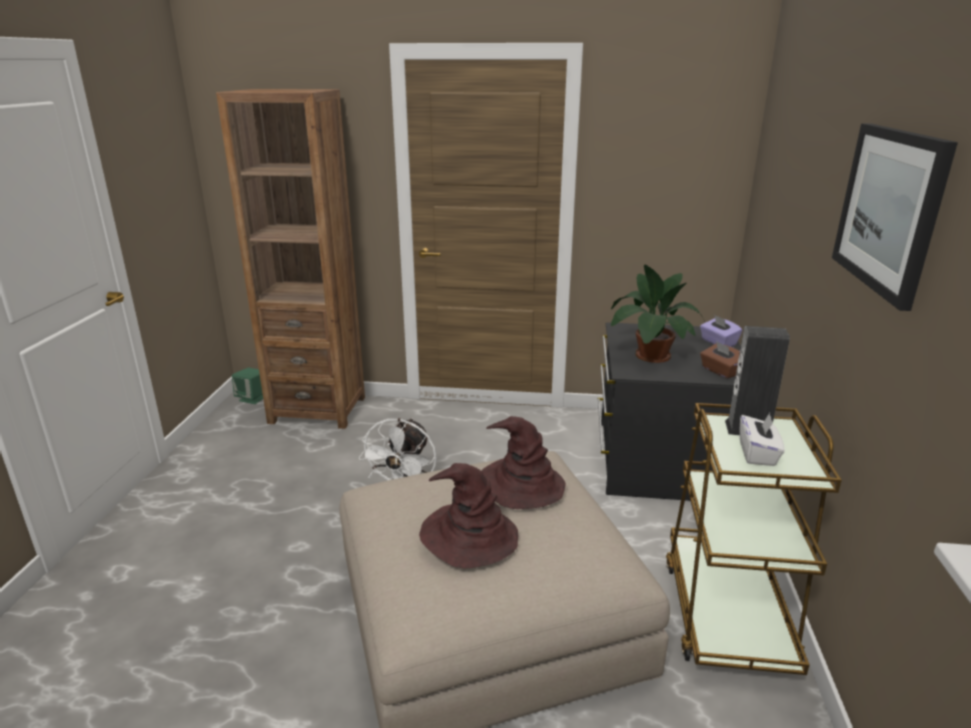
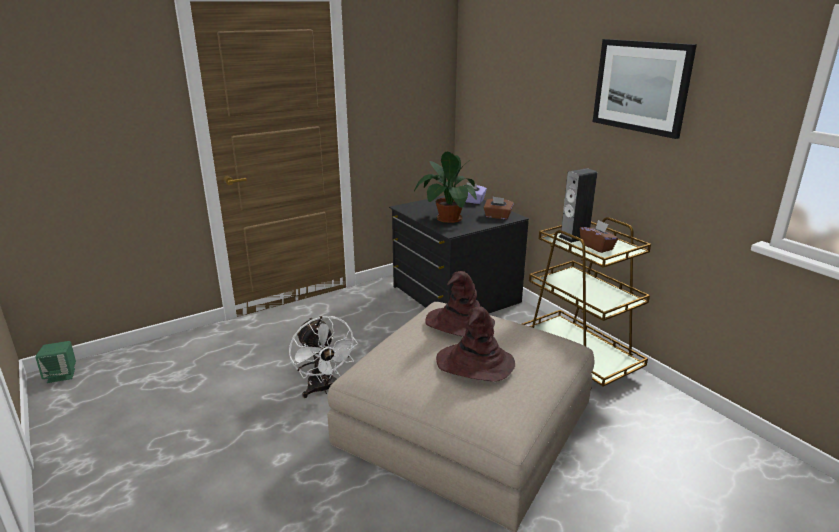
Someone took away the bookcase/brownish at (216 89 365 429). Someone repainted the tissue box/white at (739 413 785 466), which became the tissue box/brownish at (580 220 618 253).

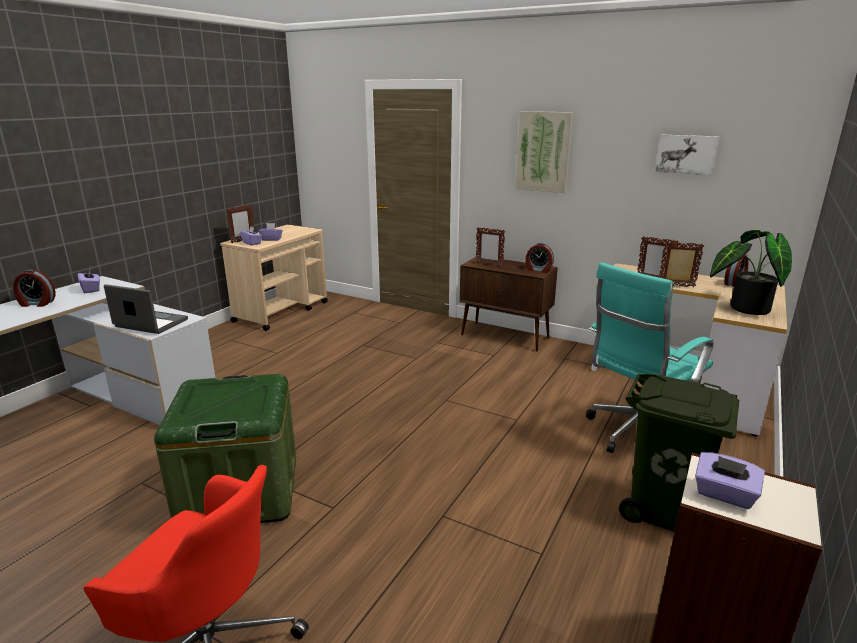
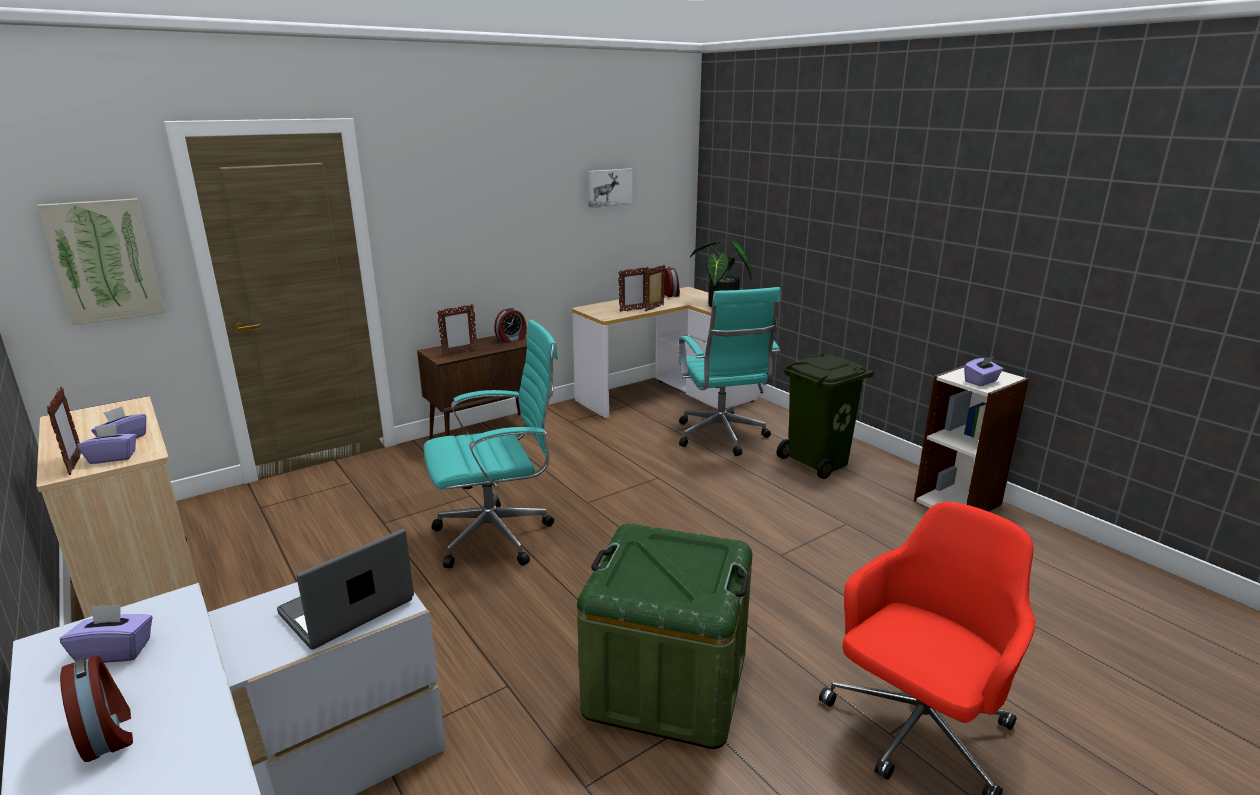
Someone carried the picture from (516 111 573 193) to (37 198 165 325). Someone rotated the table clock at (13 270 55 307) by 60 degrees counterclockwise. Someone put down the office chair/turquoise-coloured at (424 320 558 568).

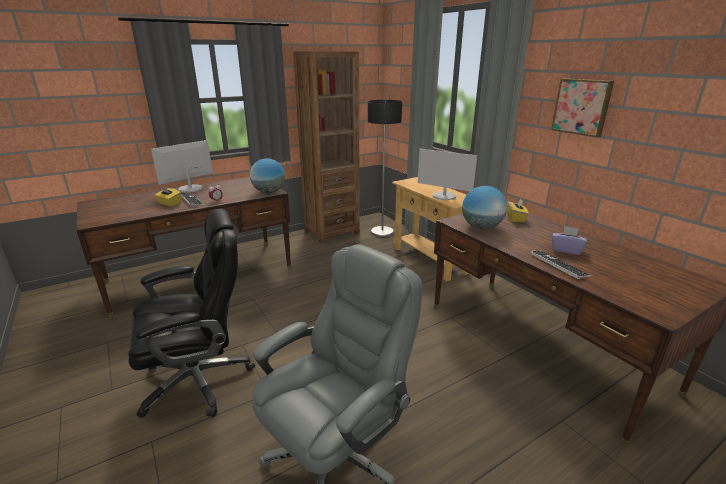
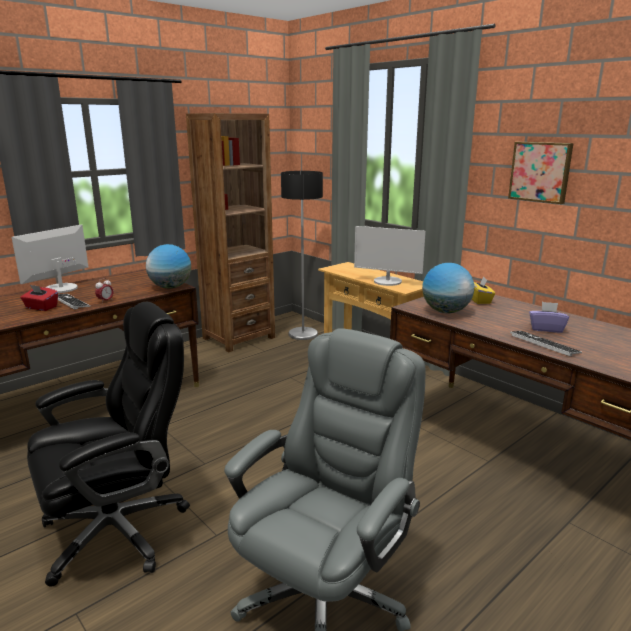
Someone repainted the tissue box/yellow at (154 186 181 207), which became the tissue box/reddish at (21 285 58 311).

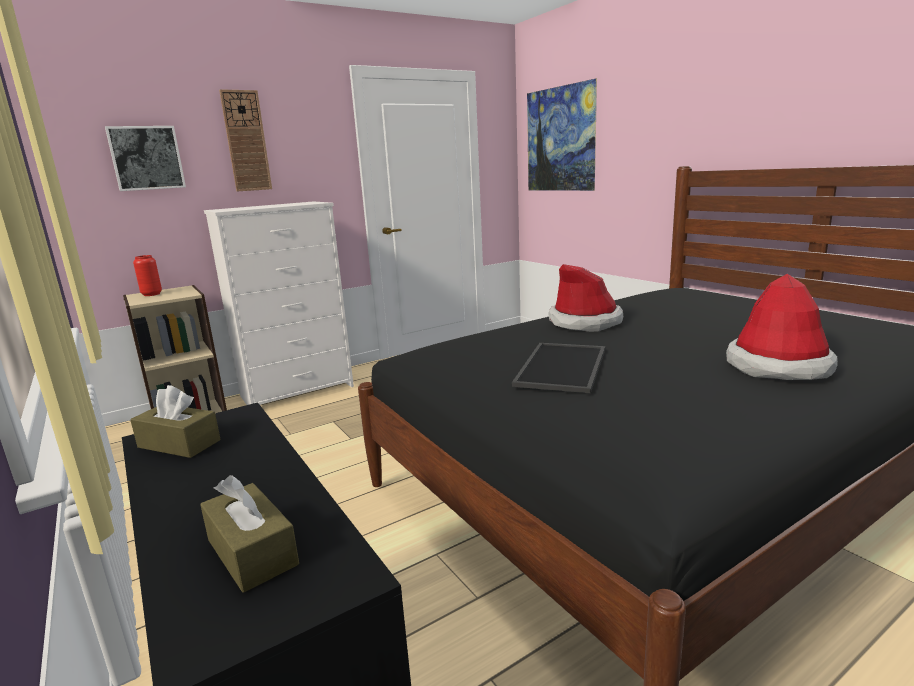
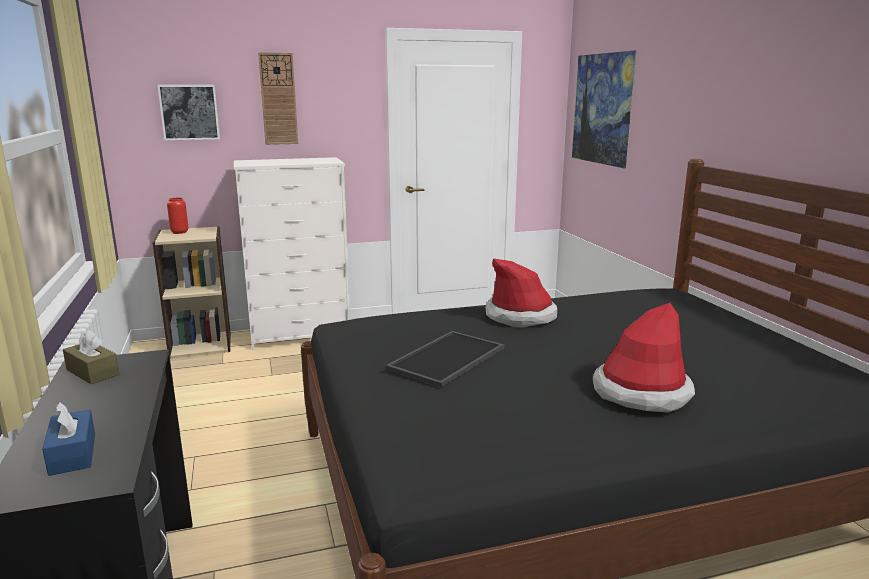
Someone repainted the tissue box/brownish at (200 475 299 593), which became the tissue box/blue at (42 402 95 476).

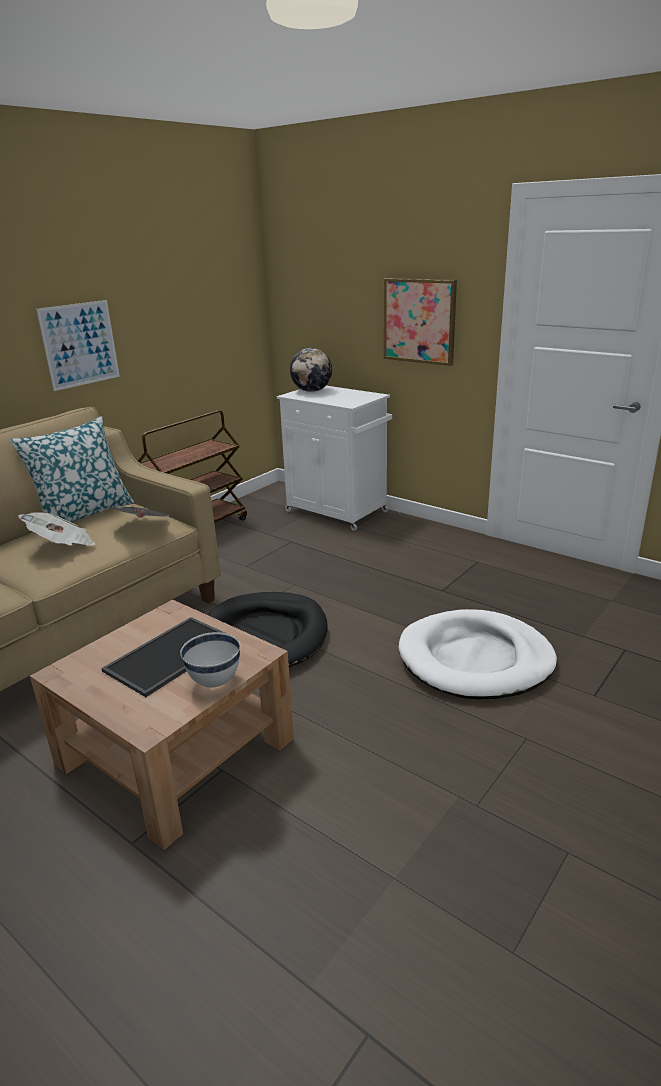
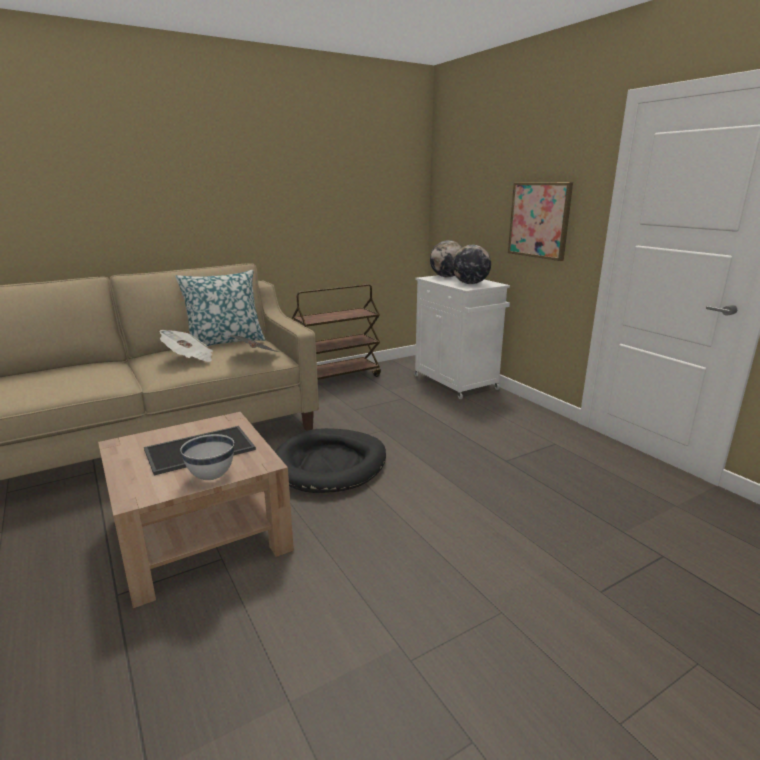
Someone took away the picture at (36 300 120 391). Someone took away the dog bed/white at (398 609 557 700). Someone put down the world globe at (452 245 491 284).

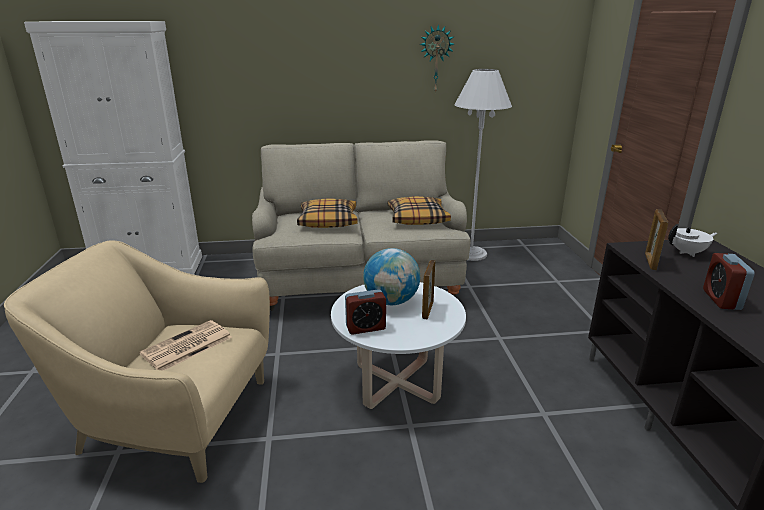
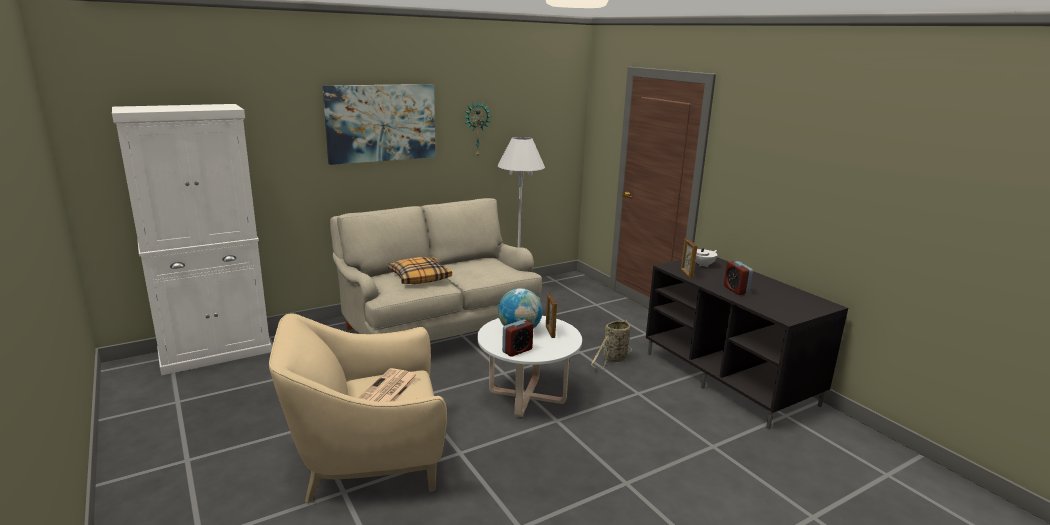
Someone took away the throw pillow at (388 196 451 225). Someone put up the picture at (322 84 435 165). Someone put down the basket at (591 320 632 369).

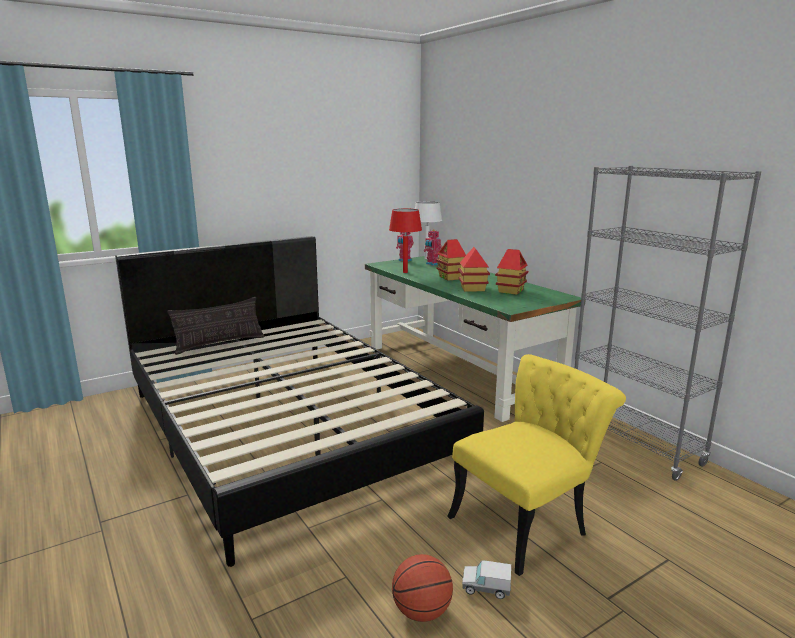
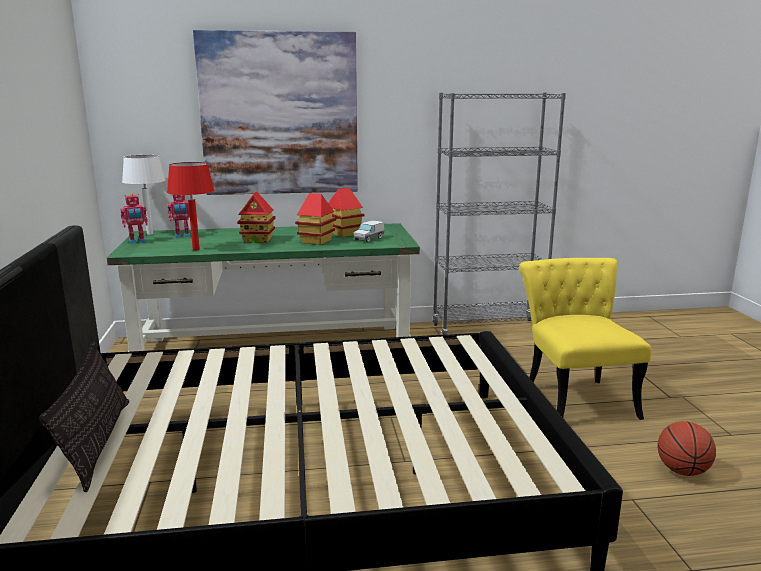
Someone carried the toy truck from (462 560 511 599) to (354 220 384 242). Someone put up the picture at (193 30 358 195).

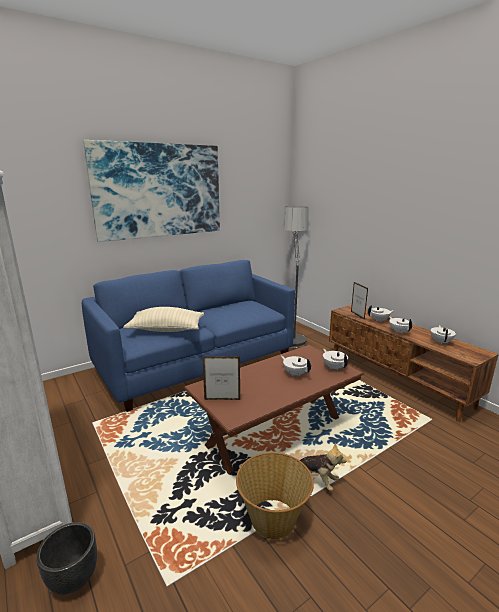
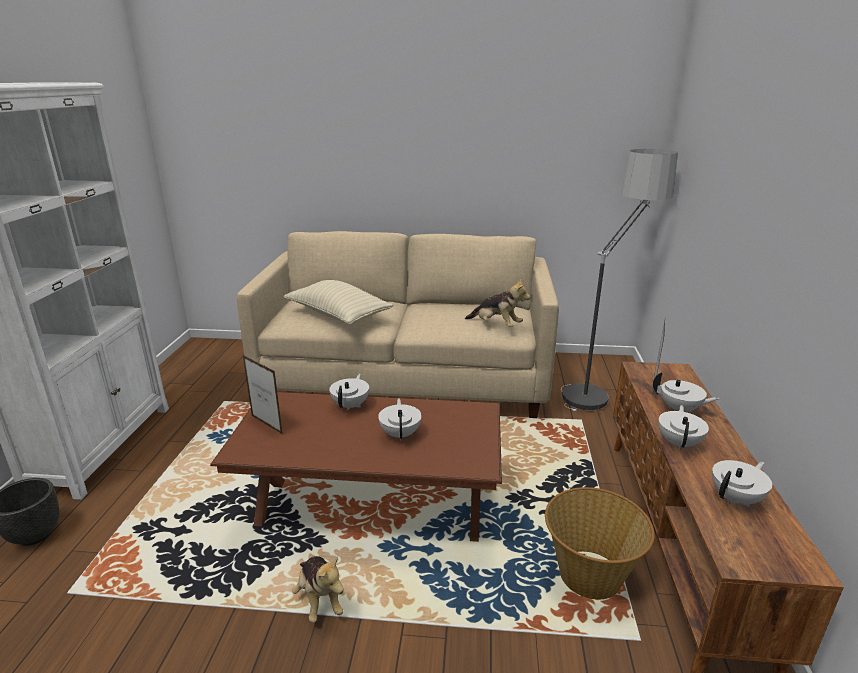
Someone took away the picture at (83 140 220 242). Someone repainted the couch/blue at (82 260 295 412), which became the couch/beige at (237 231 559 418). Someone carried the pot for tea/white from (323 349 348 370) to (329 374 369 411). Someone carried the basket from (236 452 314 540) to (545 487 655 600). Someone put down the cuddly toy at (465 279 530 327).

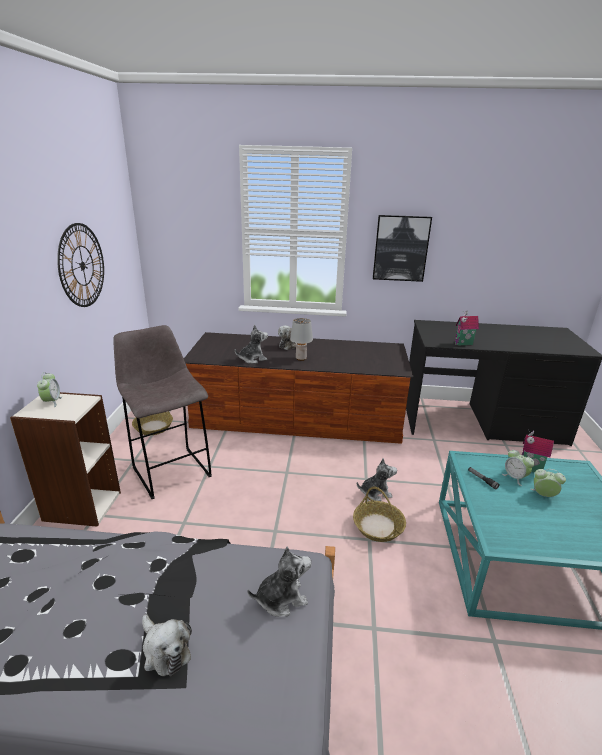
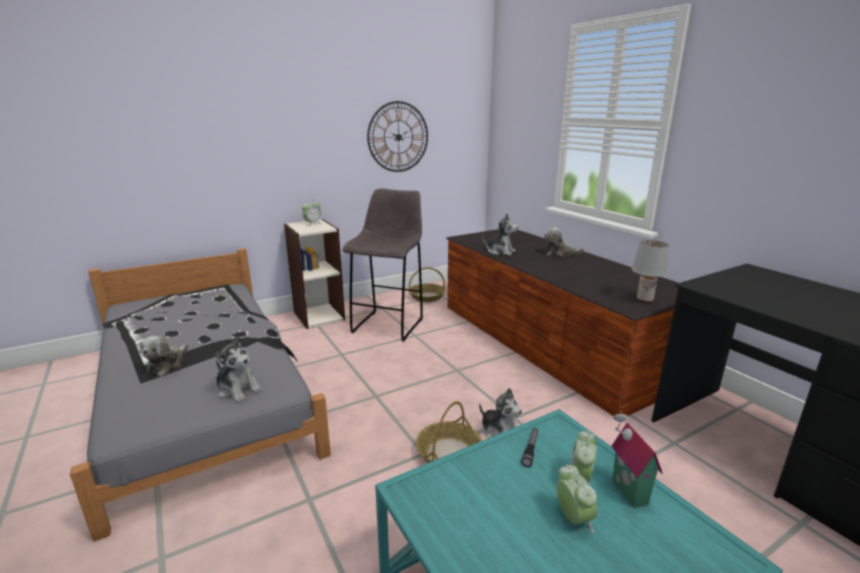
Someone took away the picture at (373 215 432 282). Someone took away the model house at (455 310 479 345). Someone carried the tabletop lamp/greyish from (290 318 313 361) to (632 240 669 303).

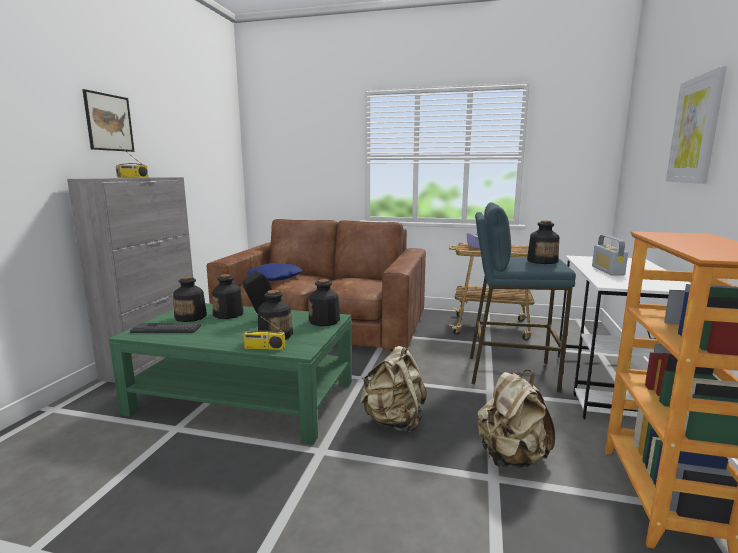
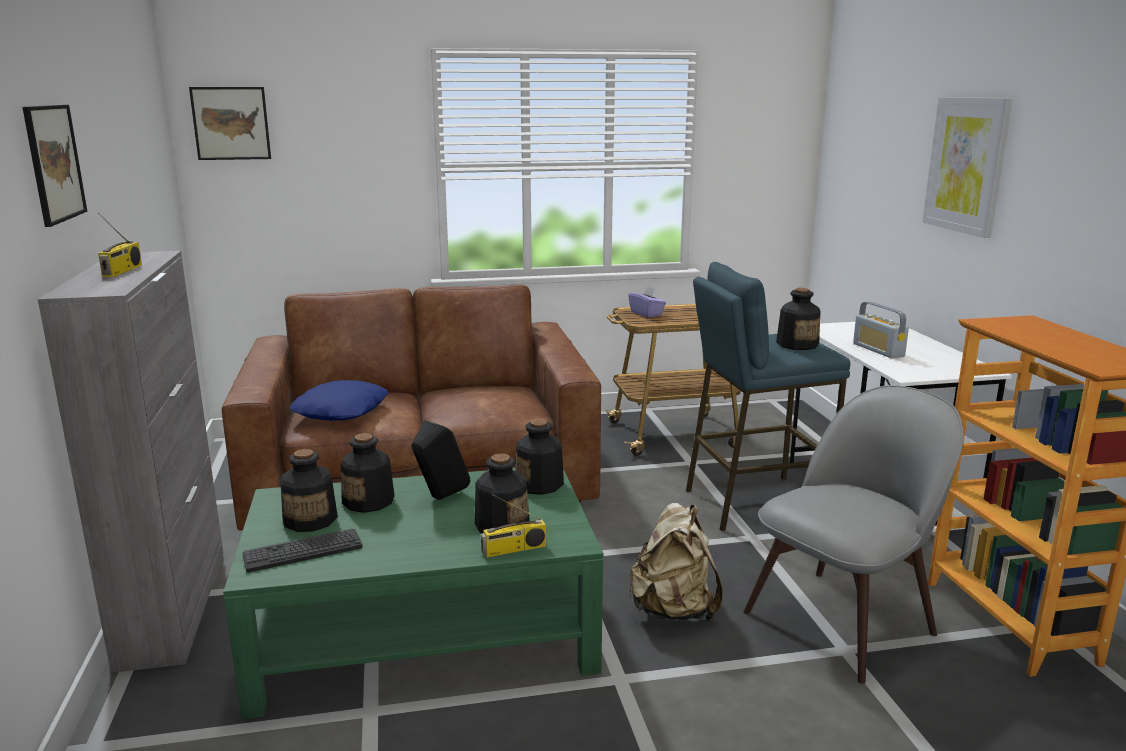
Someone swapped the backpack/beige at (477 370 555 468) for the chair/greyish at (743 385 964 684). Someone put up the picture at (189 87 271 160).

